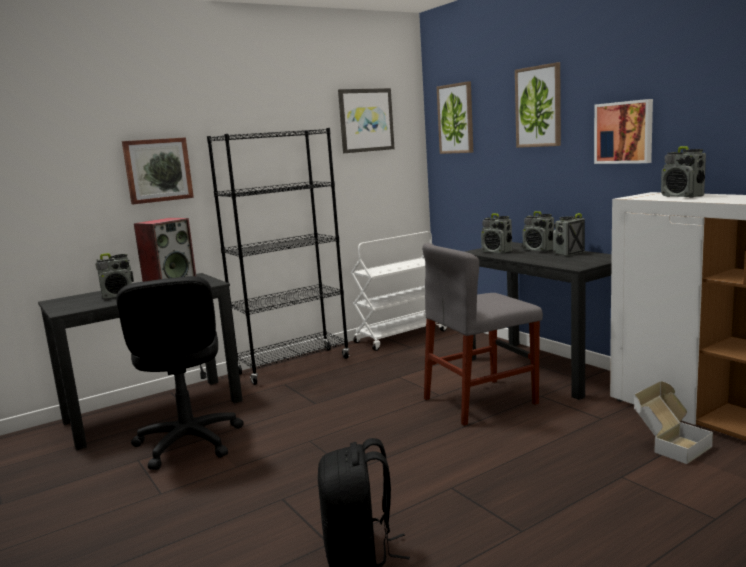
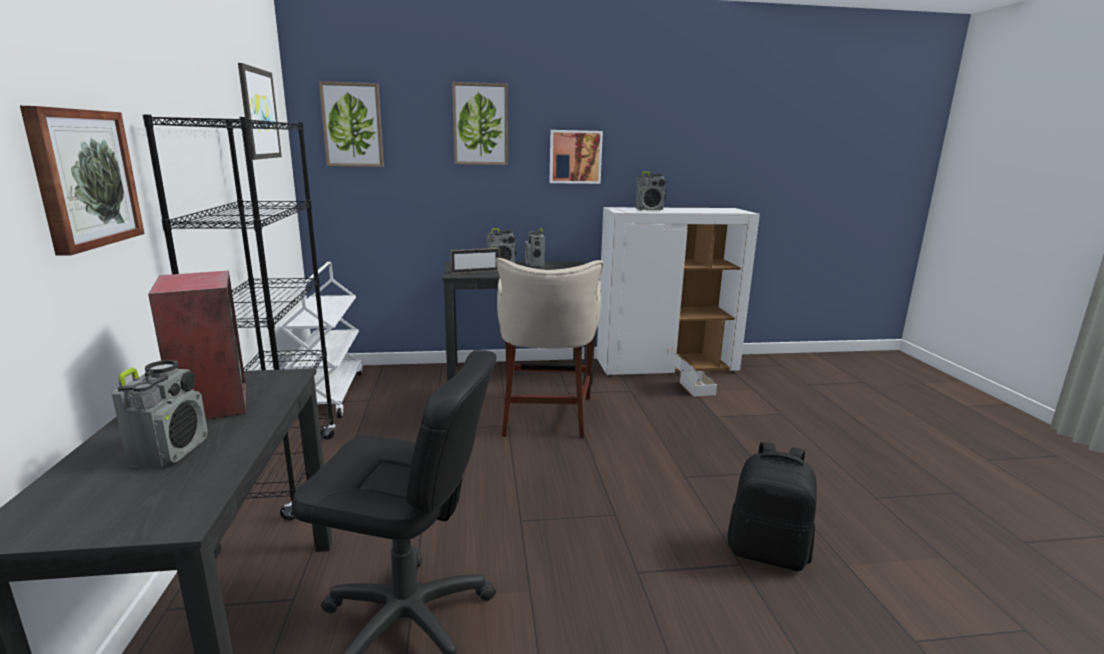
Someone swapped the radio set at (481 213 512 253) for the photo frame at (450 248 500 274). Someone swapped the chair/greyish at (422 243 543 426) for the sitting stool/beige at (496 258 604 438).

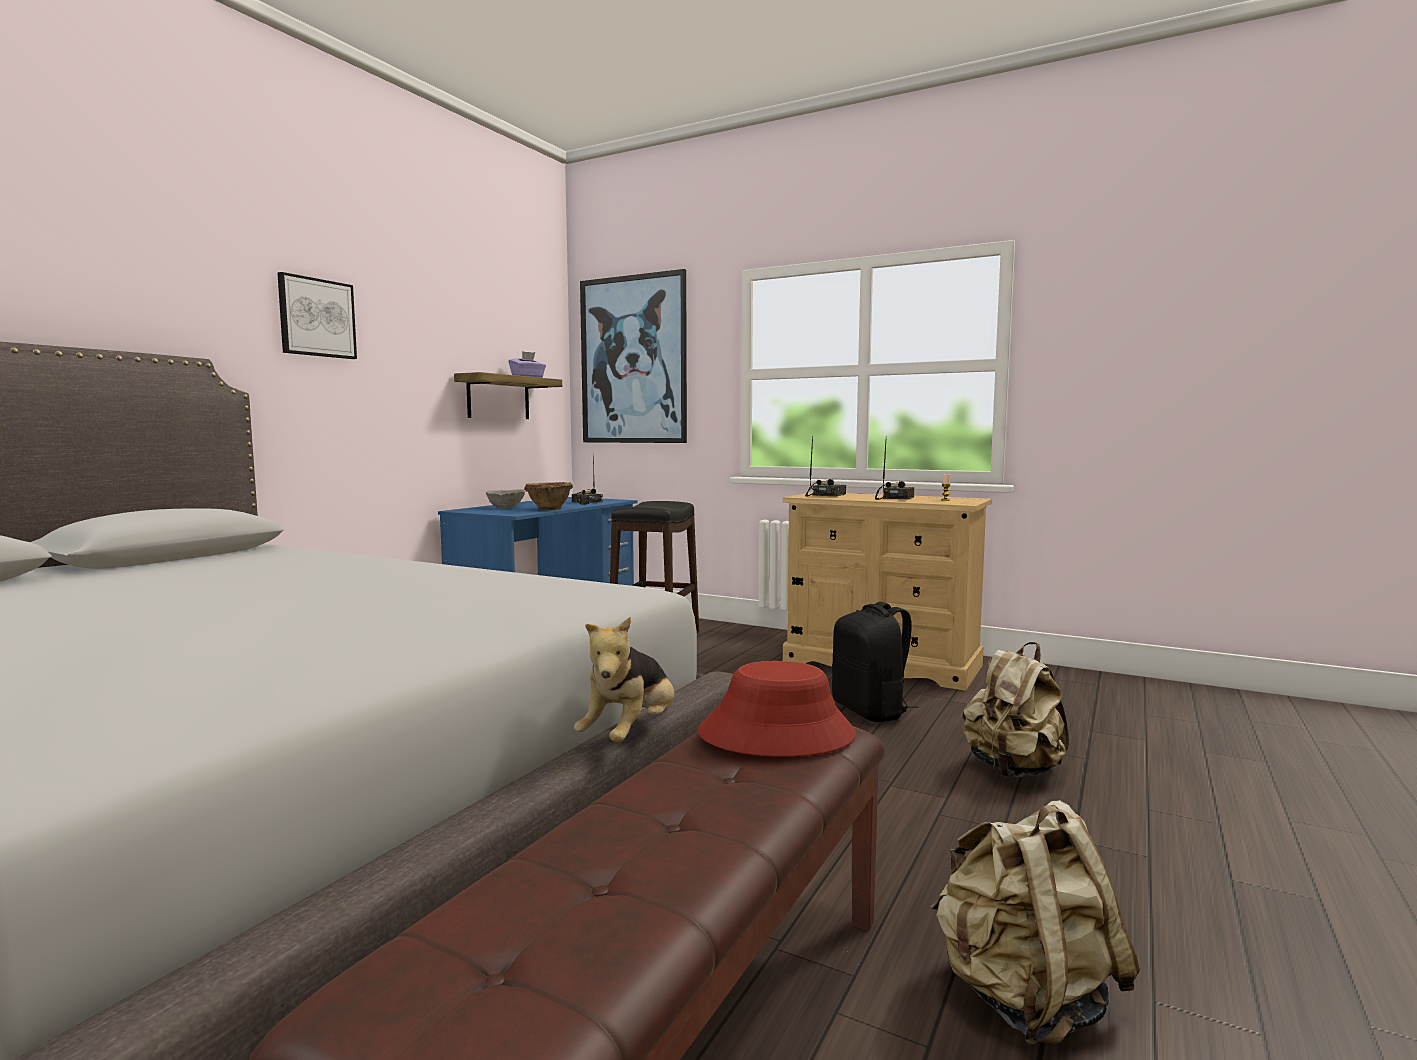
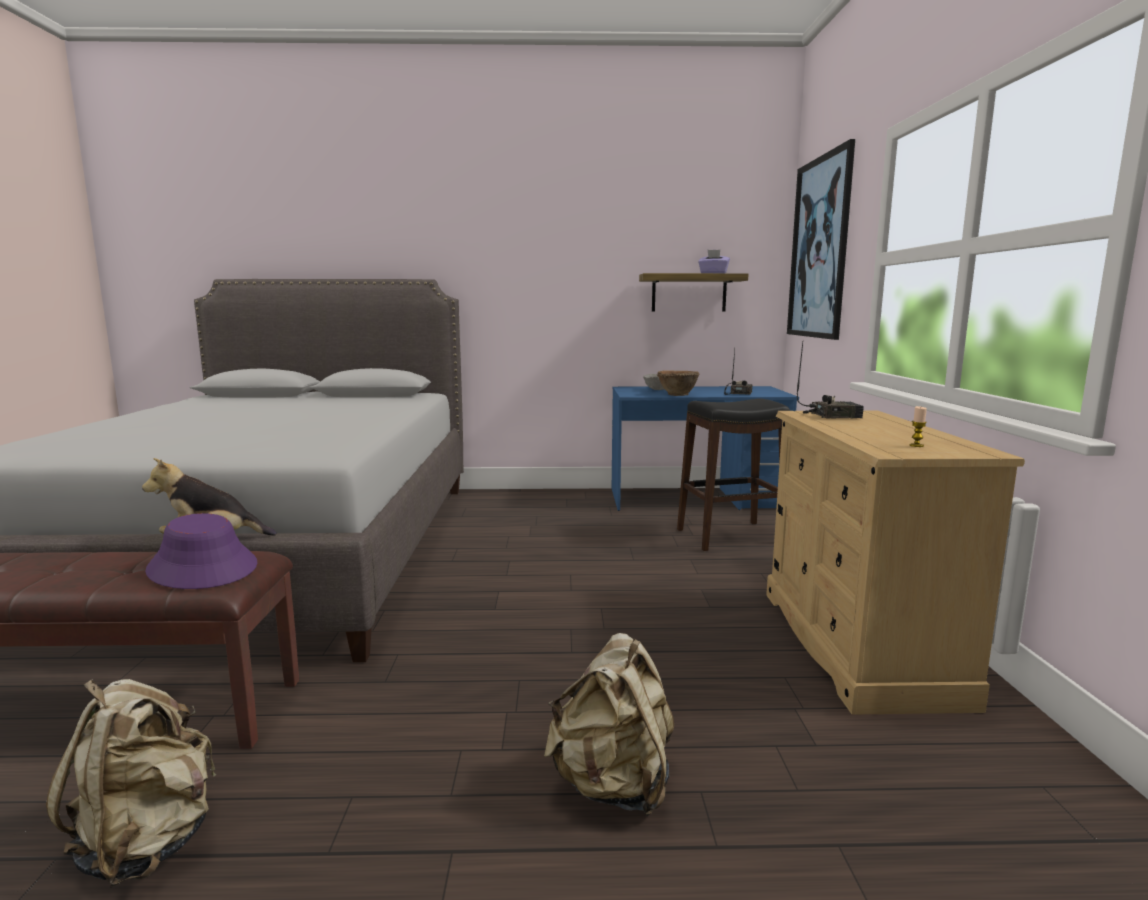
Someone took away the picture at (277 272 357 359). Someone took away the radio set at (875 442 914 500). Someone took away the backpack/black at (832 602 918 722). Someone repainted the wearable hat/reddish at (698 661 856 757), which became the wearable hat/purplish at (145 513 257 589).

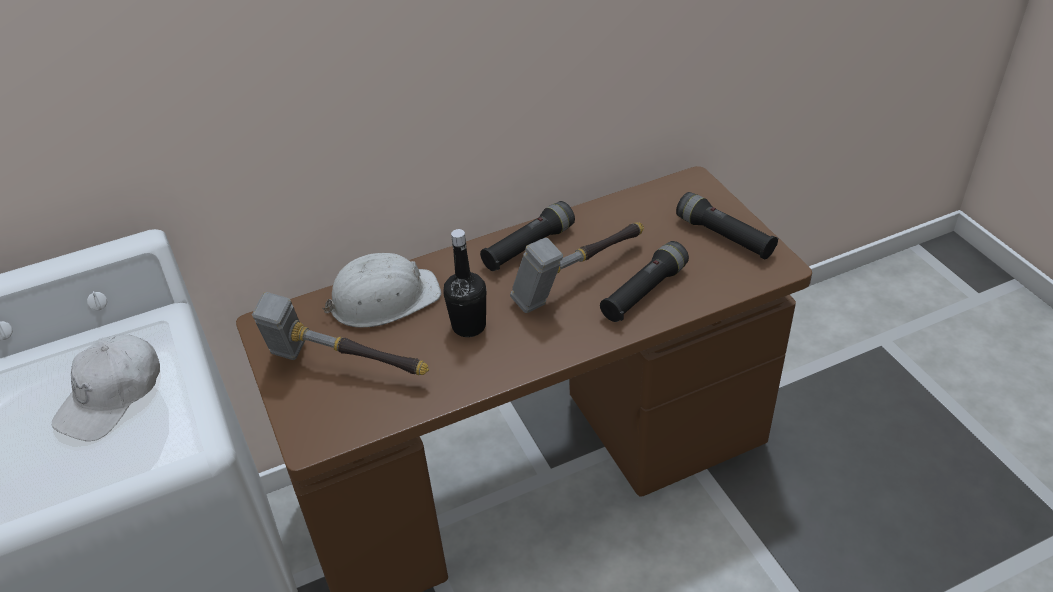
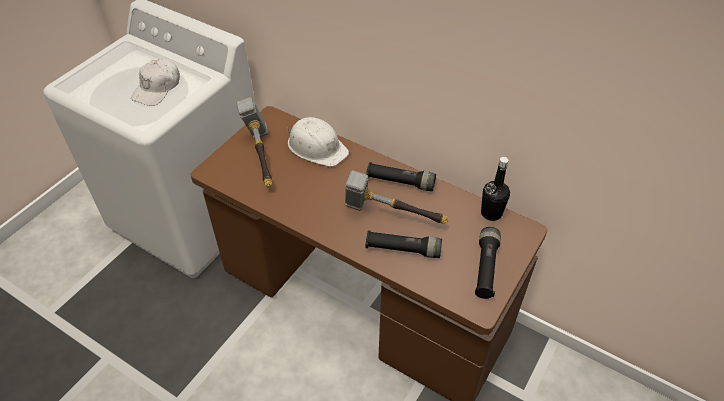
Someone carried the bottle/black from (443 229 486 337) to (481 157 510 221). Someone rotated the baseball cap/white at (52 334 160 441) by 60 degrees counterclockwise.

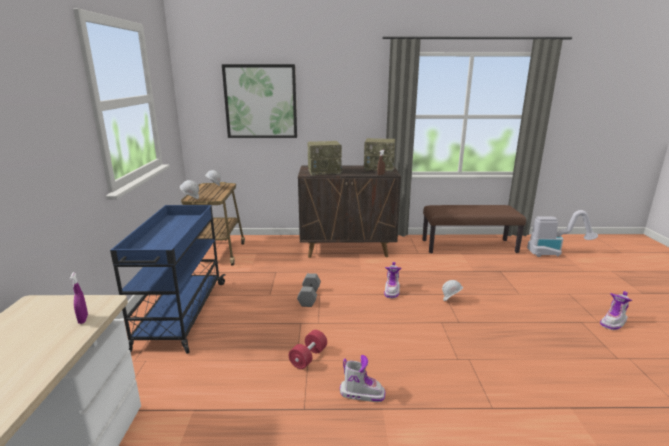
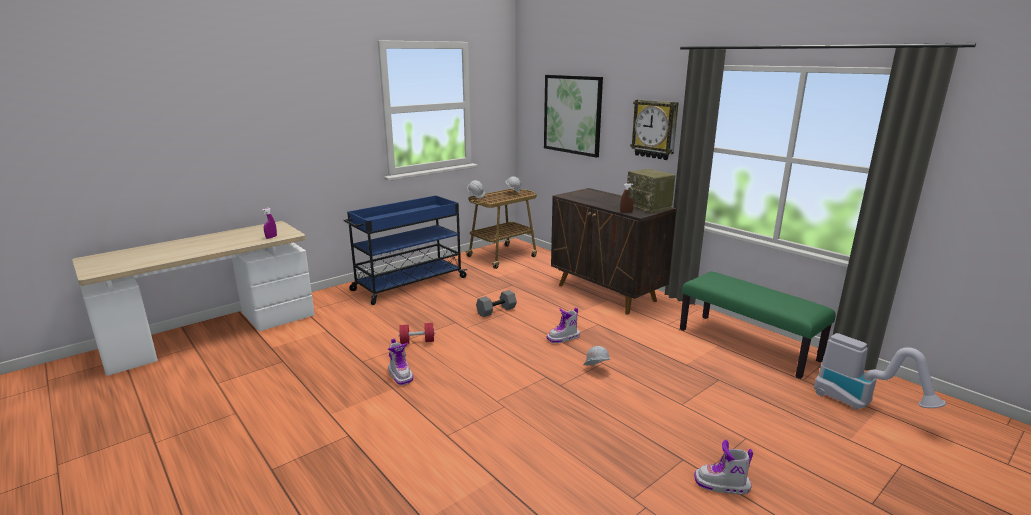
Someone took away the radio set at (307 141 343 176). Someone repainted the indoor bench/brownish at (422 205 526 253), which became the indoor bench/green-coloured at (680 271 836 379). Someone put up the hanging clock at (630 99 679 160).

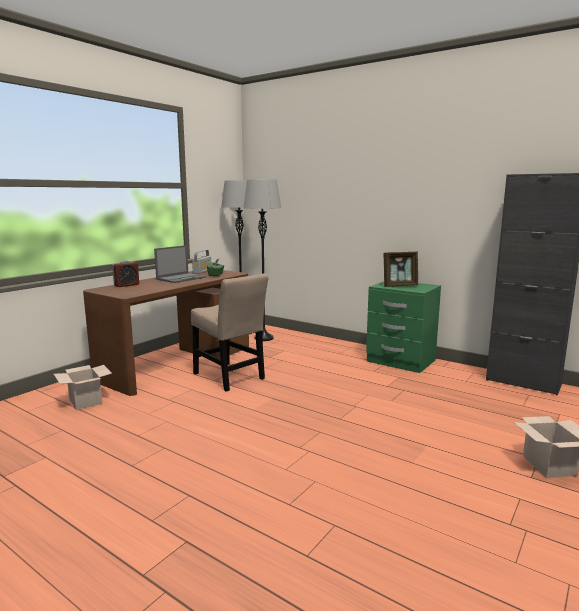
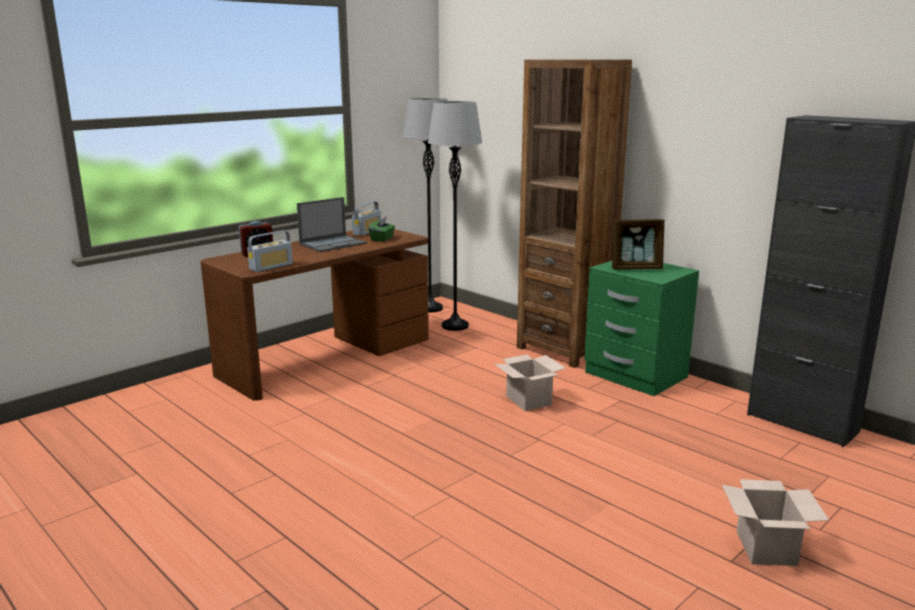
Someone took away the chair/beige at (191 273 268 392). Someone carried the packing box from (54 365 112 410) to (494 354 566 411). Someone put down the bookcase/brownish at (517 59 632 368). Someone put down the radio set at (247 231 293 272).

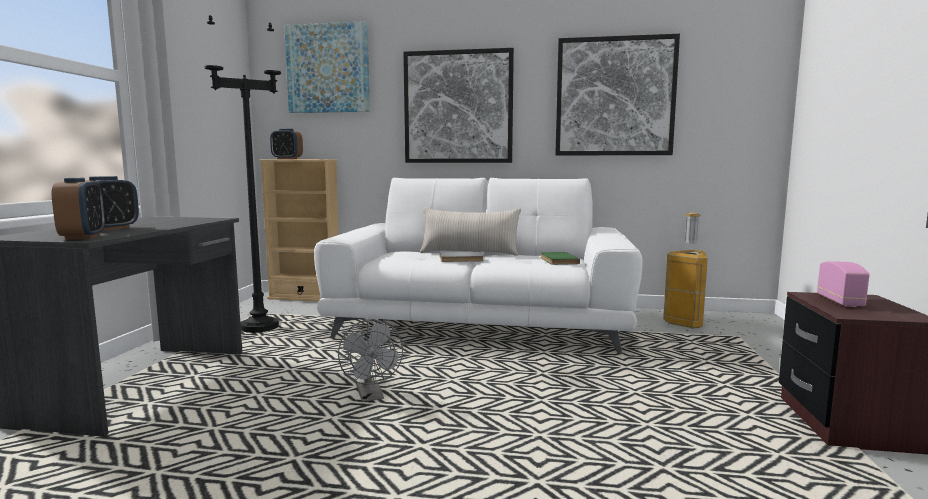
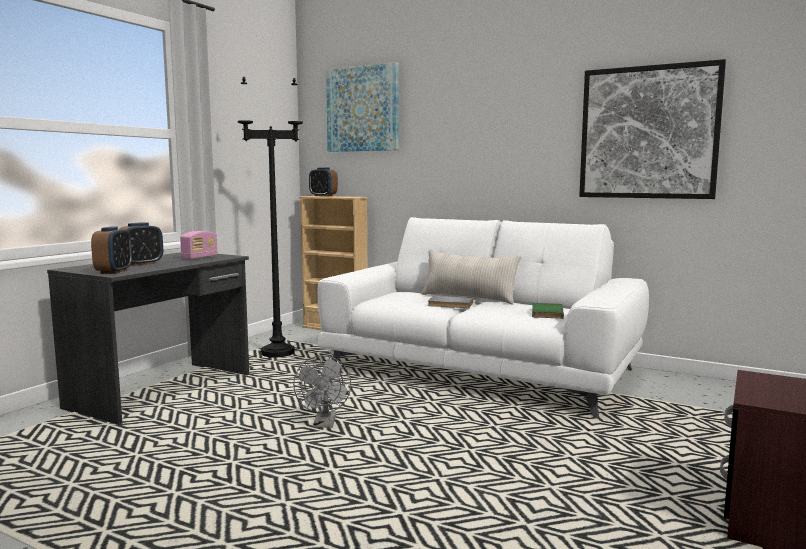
Someone took away the picture at (403 48 514 163). Someone took away the rubbish bin at (663 213 708 328). Someone carried the radio set from (817 261 870 307) to (180 231 218 260).

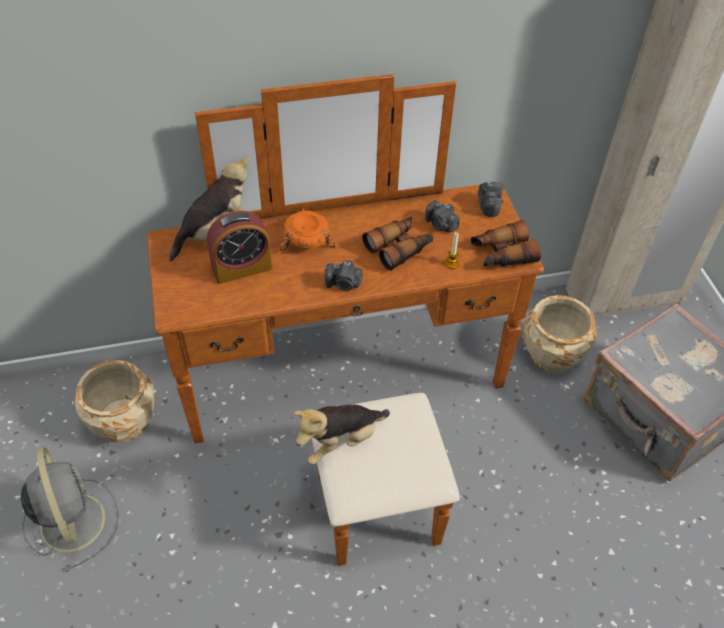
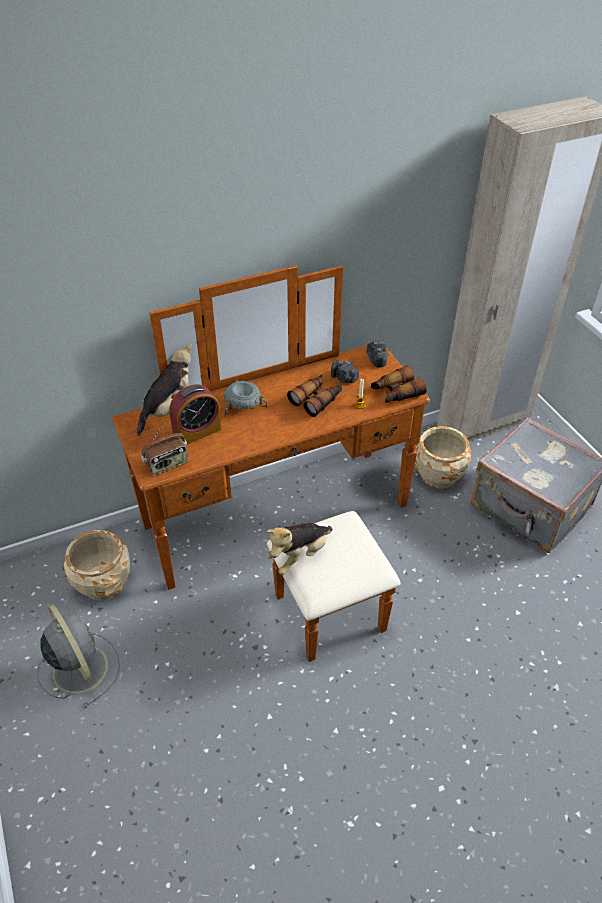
Someone repainted the serving bowl/orange-coloured at (279 209 336 252), which became the serving bowl/greyish at (224 380 268 416). Someone took away the still camera at (324 260 363 291). Someone put down the radio set at (141 422 188 475).

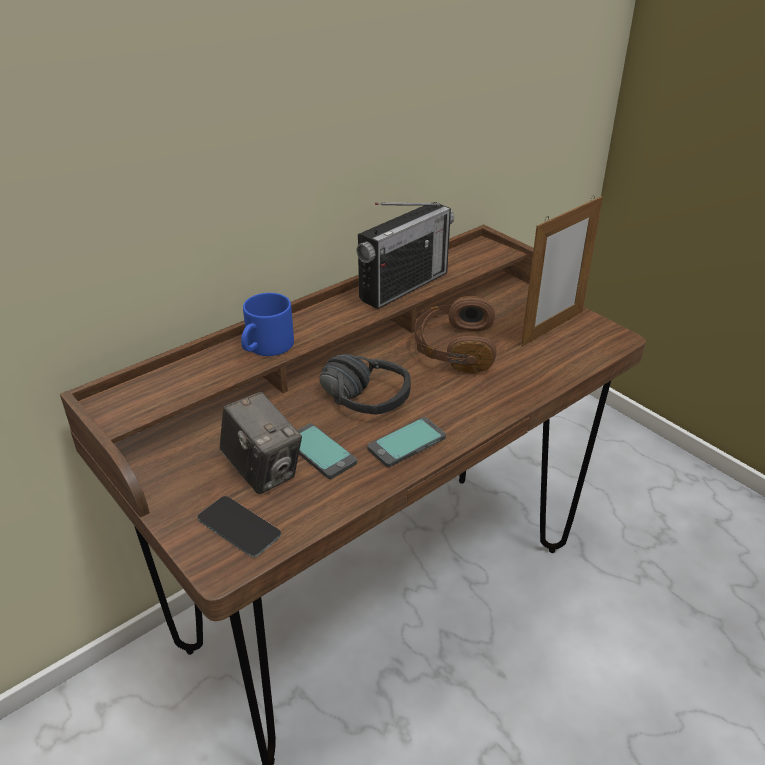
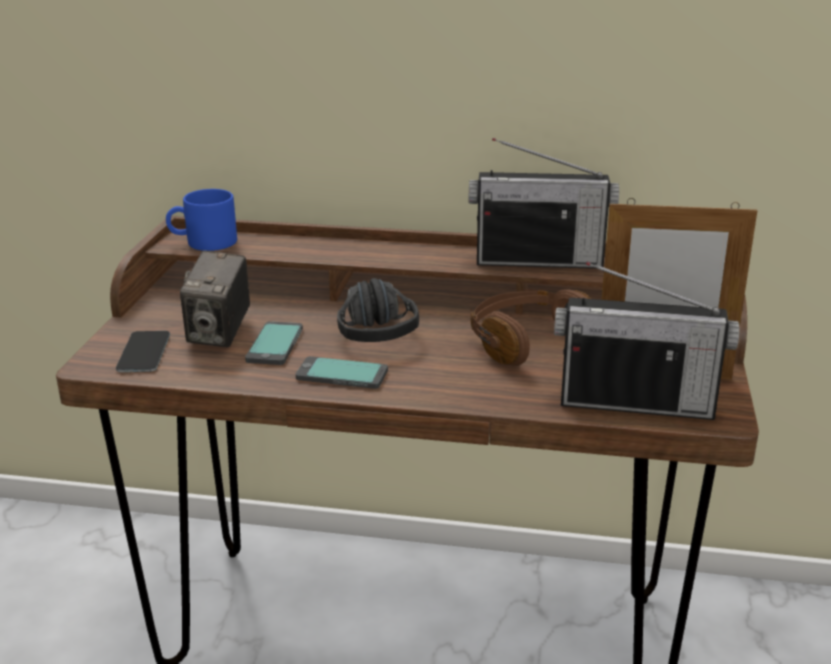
Someone carried the tea mug/blue from (241 293 294 356) to (166 189 237 251). Someone put down the radio set at (554 262 739 420).

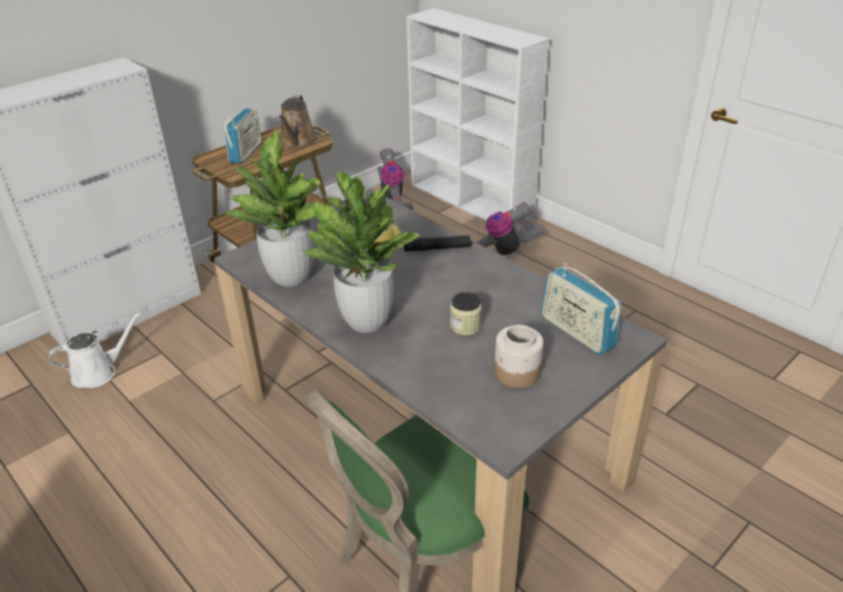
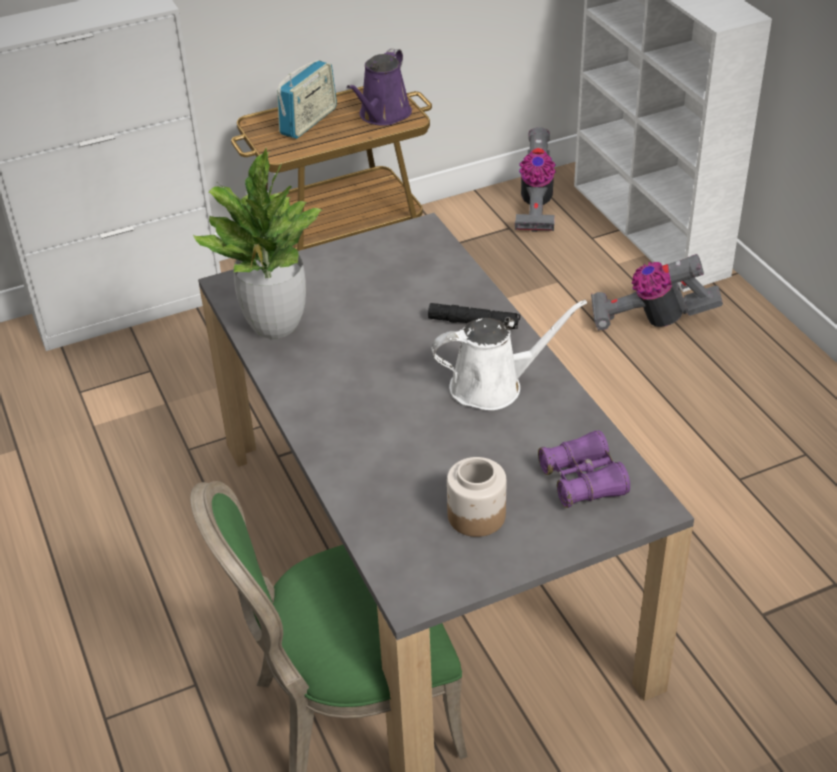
Someone repainted the watering pot/brownish at (279 95 317 148), which became the watering pot/purplish at (347 48 412 126). Someone took away the potted plant at (301 172 420 333). Someone swapped the radio set at (541 263 621 355) for the field glasses/purplish at (538 430 630 508). Someone took away the storage jar at (450 292 482 336). Someone carried the watering pot/white from (48 312 142 388) to (431 300 587 410).

